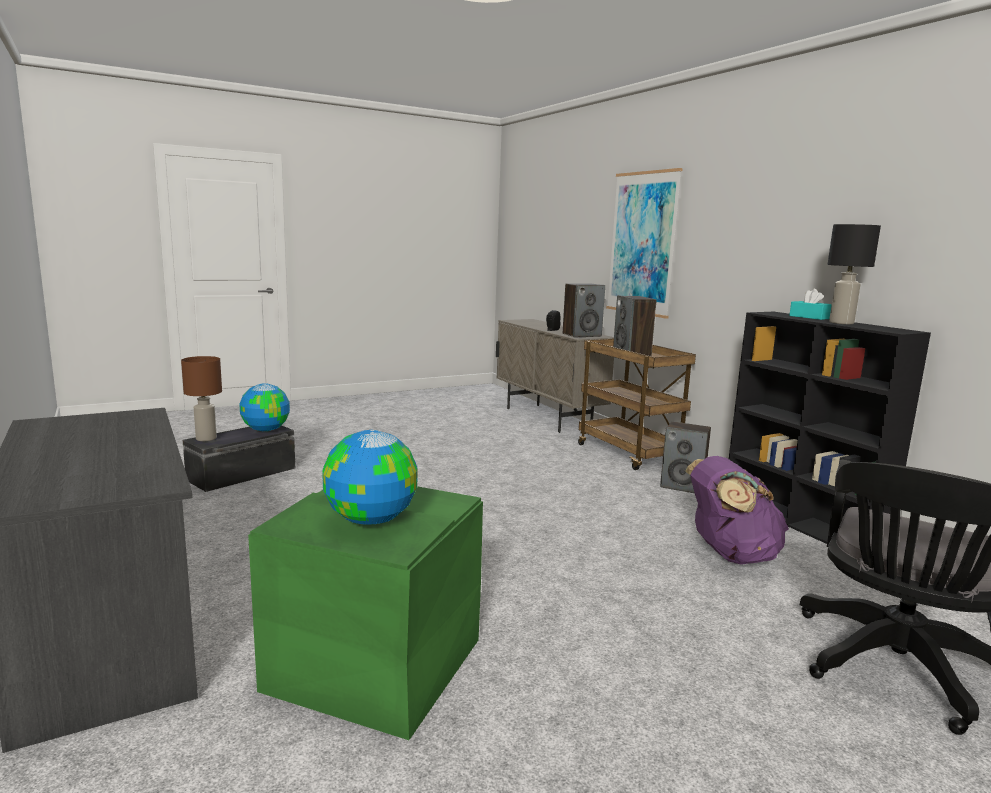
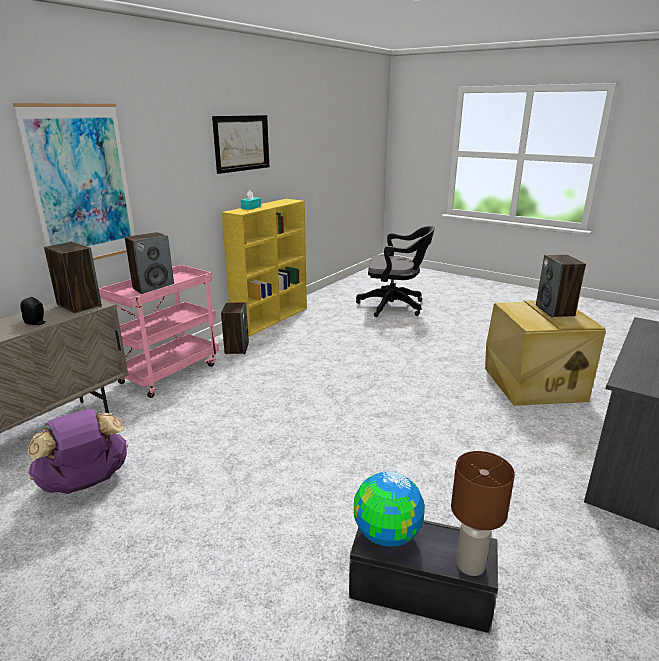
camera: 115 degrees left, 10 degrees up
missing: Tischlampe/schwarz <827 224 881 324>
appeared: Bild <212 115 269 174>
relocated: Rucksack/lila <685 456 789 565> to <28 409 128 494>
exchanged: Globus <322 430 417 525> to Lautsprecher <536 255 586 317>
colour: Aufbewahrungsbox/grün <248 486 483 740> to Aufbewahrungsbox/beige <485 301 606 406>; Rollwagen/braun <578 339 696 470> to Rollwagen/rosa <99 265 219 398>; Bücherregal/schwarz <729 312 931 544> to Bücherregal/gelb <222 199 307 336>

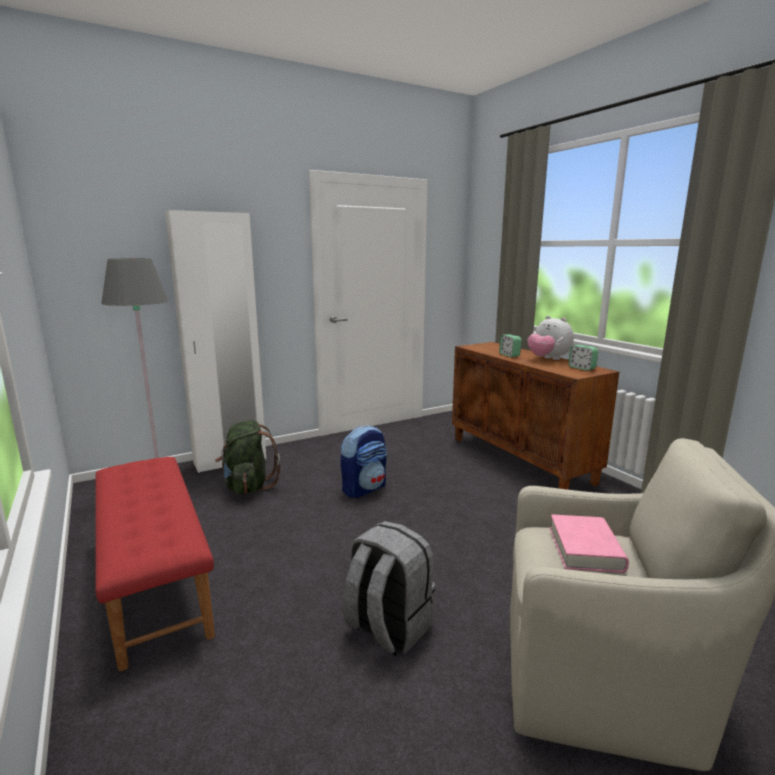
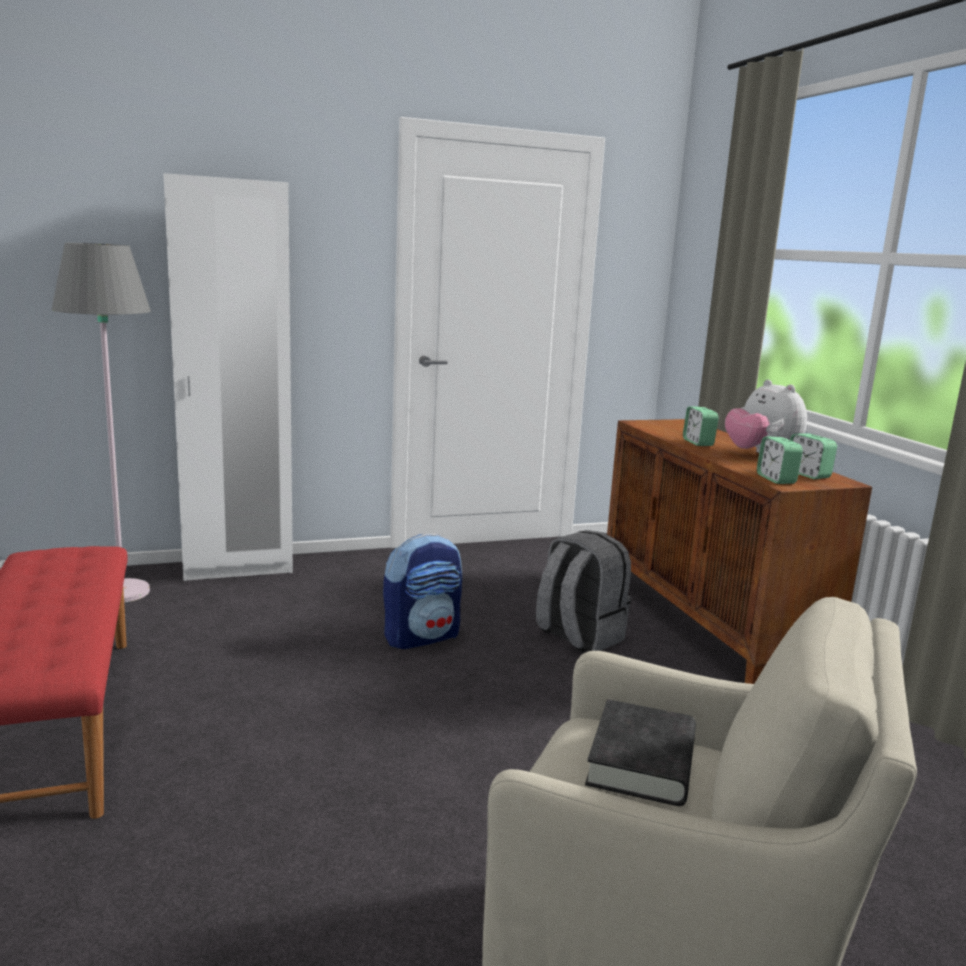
camera: 10 degrees right, 0 degrees up
missing: Rucksack/grün <215 421 280 494>
appeared: Wecker <757 437 803 484>
relocated: Rucksack/grau <343 521 435 656> to <536 530 631 653>
colour: Buch/rosa <550 514 629 573> to Buch/schwarz <585 699 696 806>

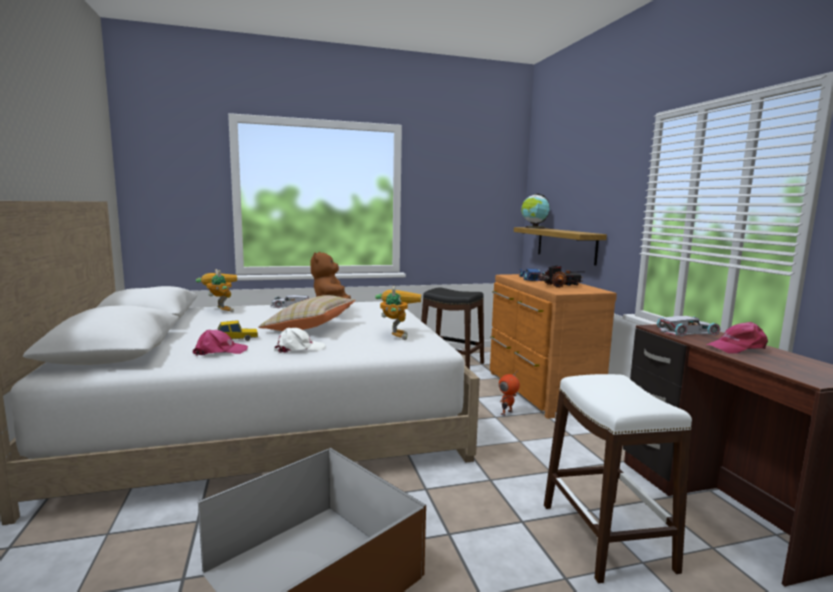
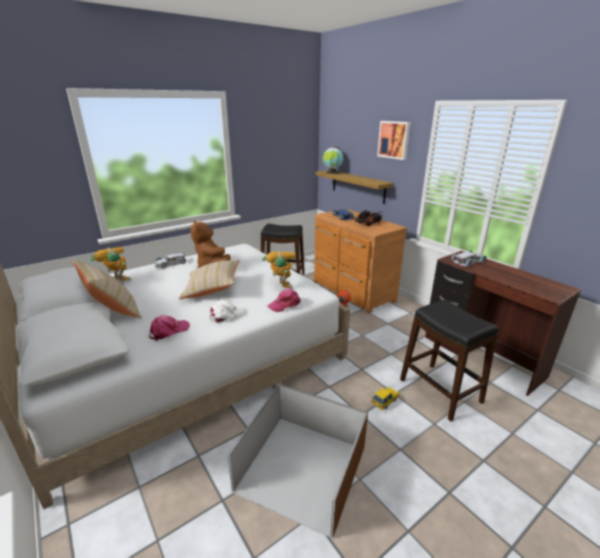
camera: 20 degrees left, 15 degrees up
appeared: Kissen/beige <72 260 141 318>; Bild <377 121 411 160>
relocated: Spielzeugauto <218 320 258 341> to <371 387 399 410>; Kappe/rosa <706 322 768 354> to <267 289 301 312>
colour: Hocker/weiß <544 374 692 583> to Hocker/schwarz <400 300 499 422>

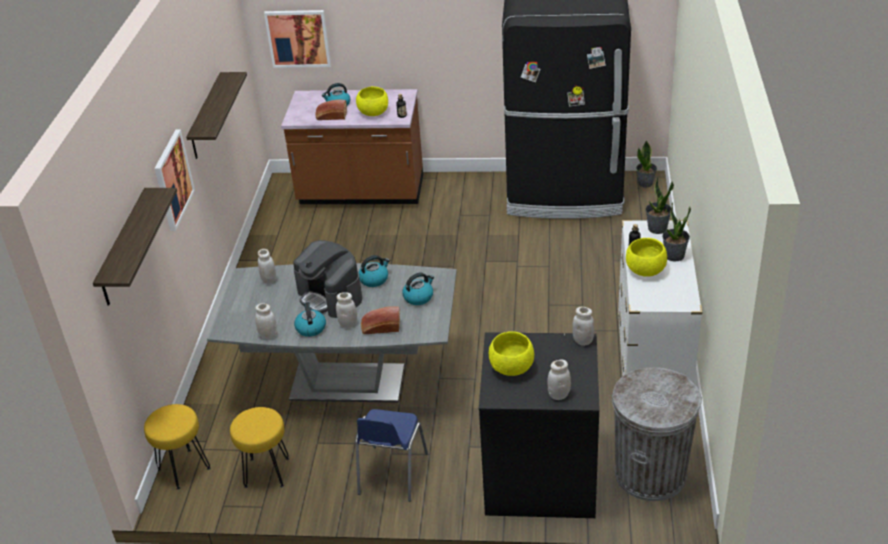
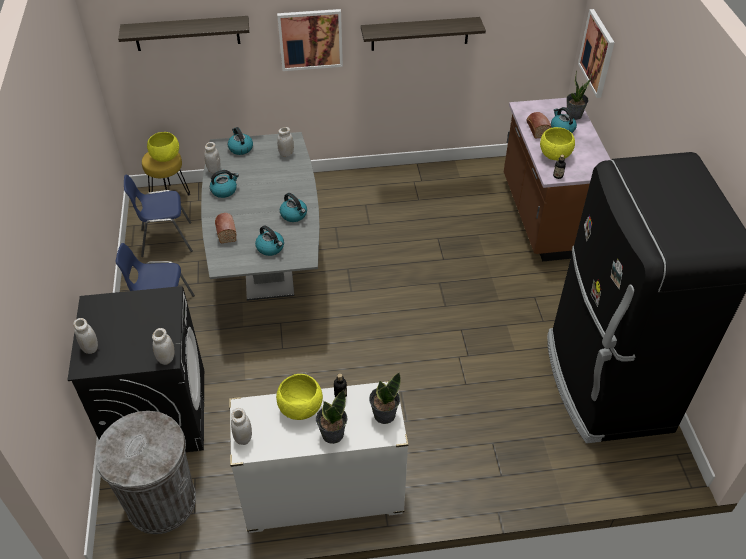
camera: 75 degrees right, 10 degrees up
missing: Kaffeemaschine <293 240 362 318>
appeared: Wasserkessel <228 127 253 155>
relocated: Vorratsglas/weiß <336 292 357 328> to <231 408 252 445>; Schüssel/gelb <489 331 534 376> to <147 132 179 162>; Topfpflanze <636 140 657 187> to <566 71 592 120>
exchanged: Hocker/gelb <230 407 289 488> to Stuhl/blau <124 174 193 257>

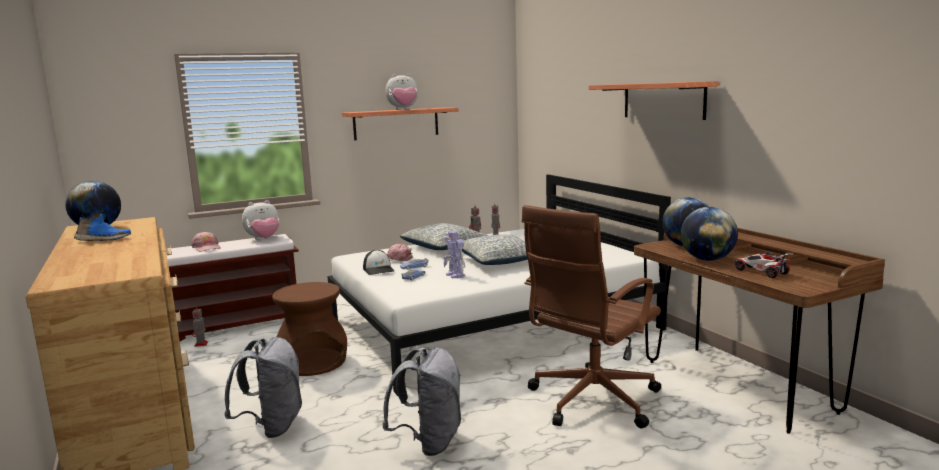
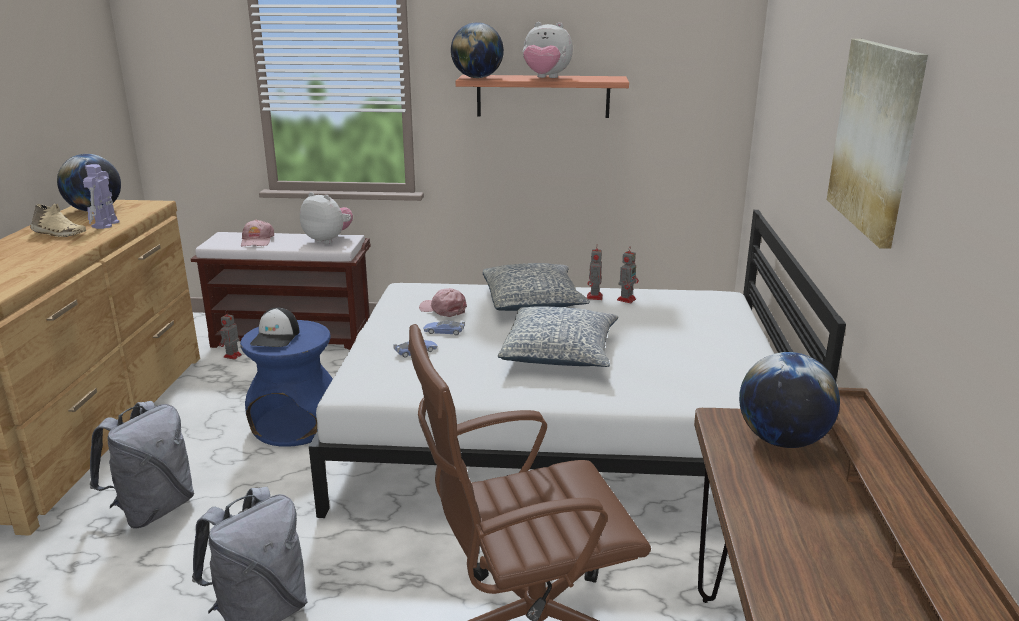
camera: 30 degrees right, 10 degrees up
missing: Spielzeugauto <734 252 794 278>
relocated: Kappe <363 250 394 275> to <250 308 300 347>; Spielzeugroboter <444 231 465 278> to <83 164 120 229>; Globus <681 207 738 261> to <451 22 504 78>
exchanged: Wandregal <589 81 719 120> to Bild <827 39 928 249>
colour: Schuh/blau <74 214 131 241> to Schuh/beige <30 204 86 237>; Hocker/braun <272 282 347 376> to Hocker/blau <240 320 333 447>
spun: Plüschtier <242 200 279 240> = <300 192 353 244> 150 degrees counterclockwise

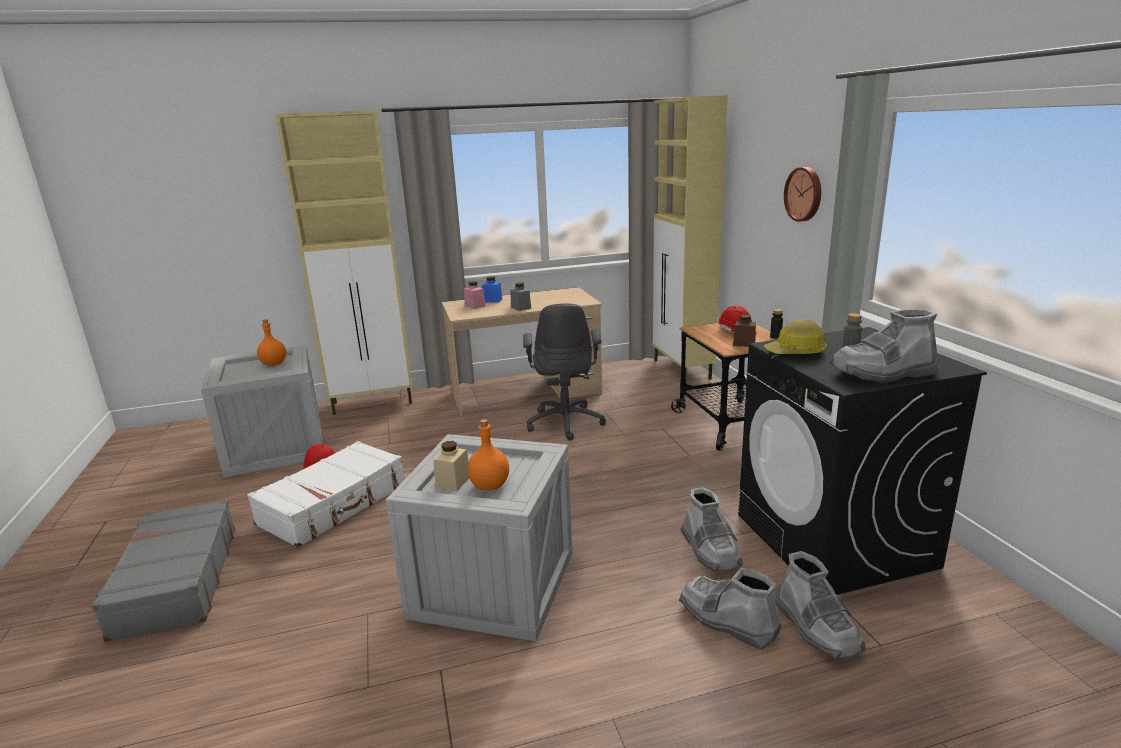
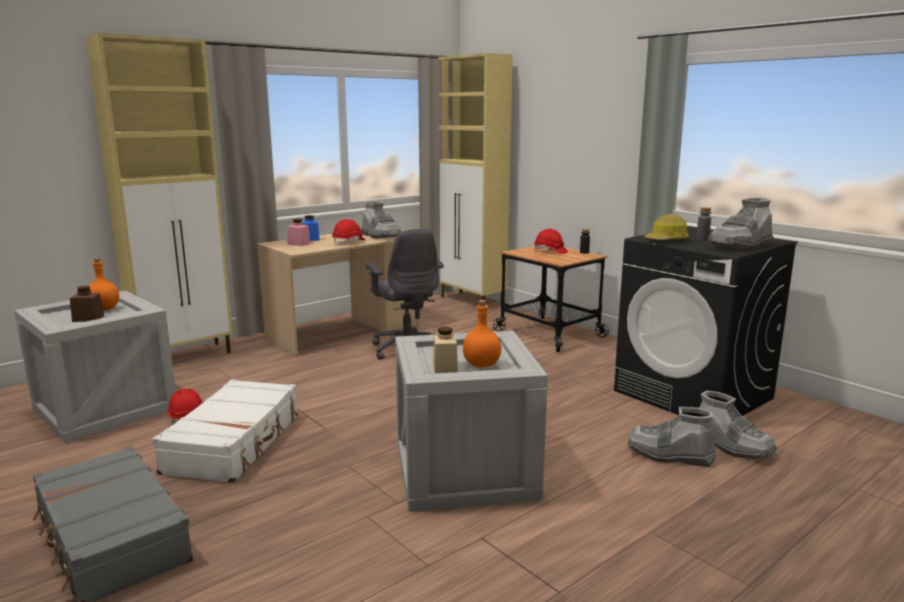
camera: 25 degrees left, 5 degrees down
missing: Wanduhr <784 167 821 222>
relocated: Stiefel/grau <680 487 743 571> to <360 201 401 239>; Vorratsglas/braun <733 315 756 347> to <70 286 104 322>
exchanged: Vorratsglas/grau <511 282 531 311> to Schutzhelm/rot <332 219 365 246>

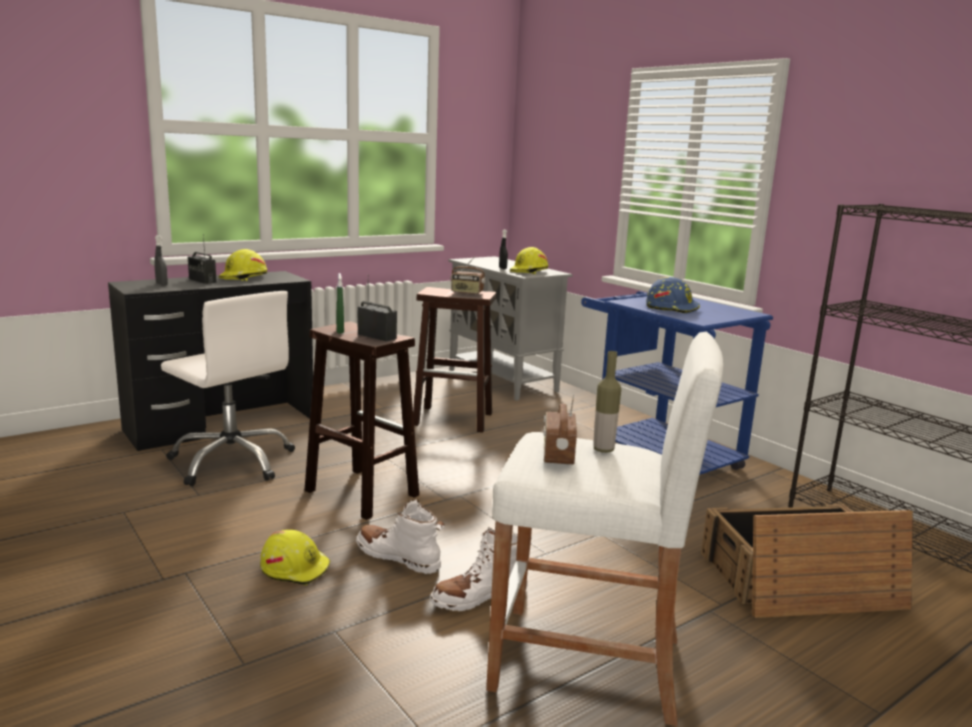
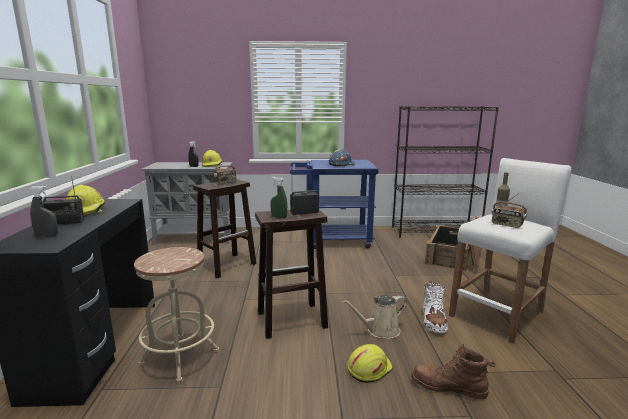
camera: 55 degrees left, 0 degrees up
appeared: Stiefel/braun <411 344 495 400>
exchanged: Bürostuhl/weiß <161 291 295 486> to Hocker/beige <134 247 219 382>; Stiefel/weiß <356 499 445 574> to Gießkanne/beige <342 295 408 339>

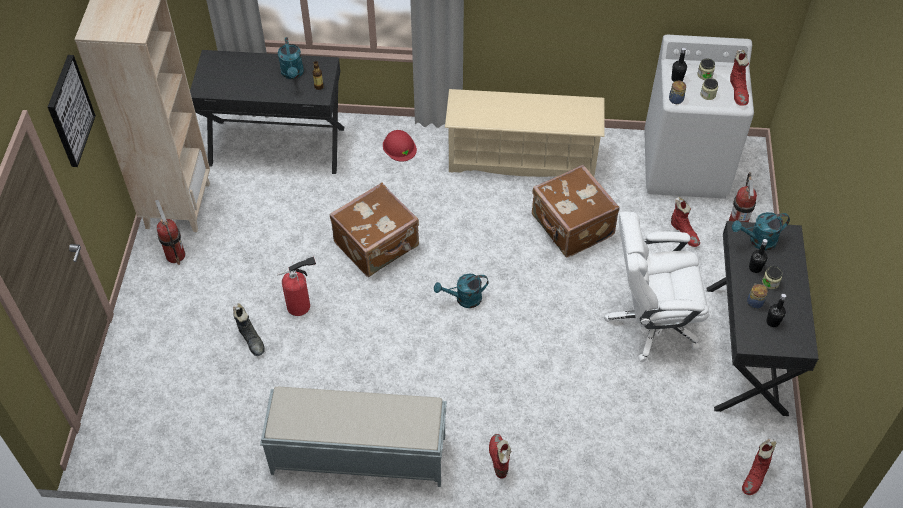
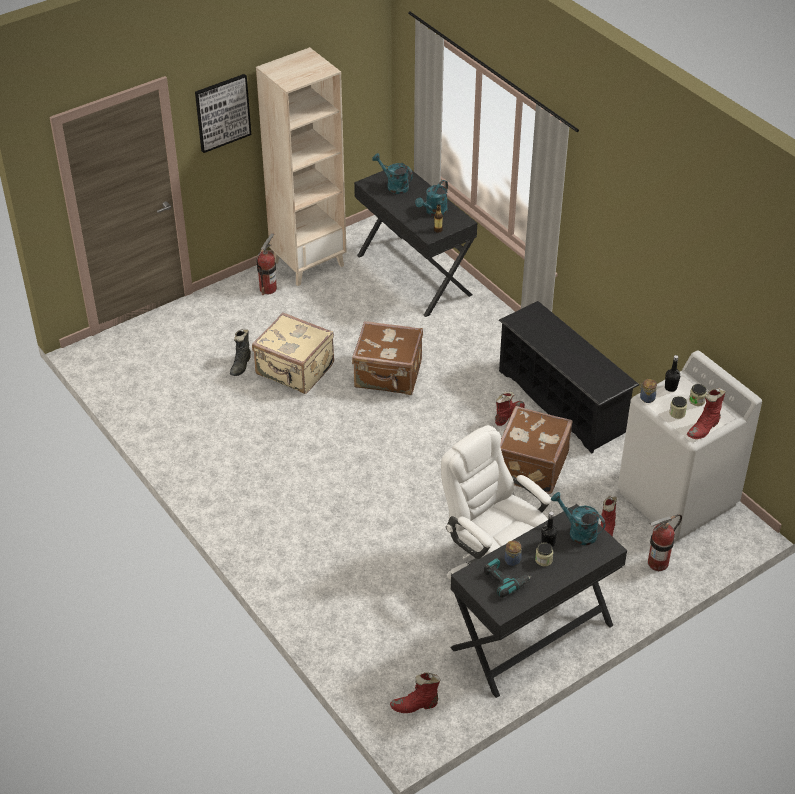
camera: 50 degrees right, 10 degrees down
missing: Bank/grau <260 386 447 487>; Schutzhelm/rot <383 130 417 162>
relocated: Gießkanne/türkis <434 274 489 308> to <372 153 413 194>; Stiefel/rot <489 434 511 479> to <495 391 525 426>
exchanged: Feuerlöscher <277 256 316 316> to Koffer/beige <252 312 334 394>; Flasche/schwarz <766 294 786 327> to Bohrmaschine <484 558 532 598>
colour: Schuhregal/beige <445 89 605 177> to Schuhregal/schwarz <499 301 639 453>

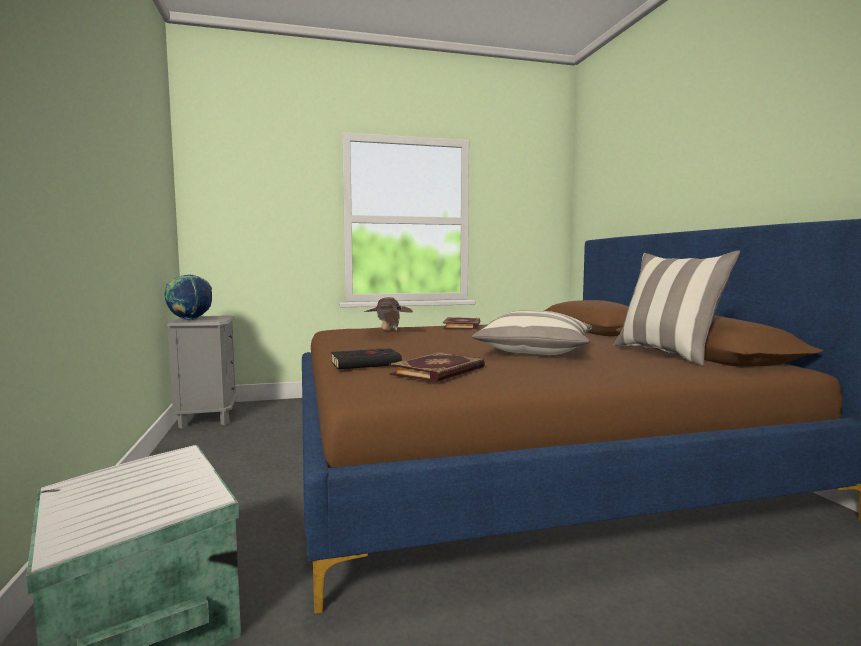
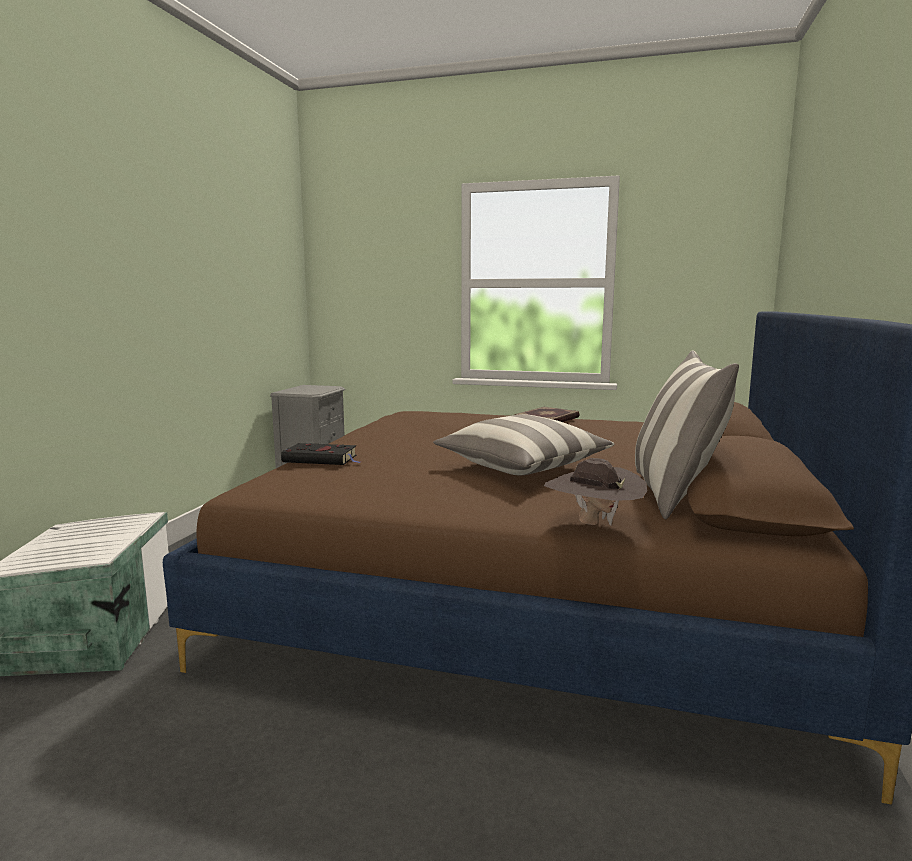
camera: 30 degrees right, 5 degrees up
missing: Globus <164 274 212 320>; Buch <389 352 485 382>
relocated: Hut/braun <365 297 413 331> to <544 458 647 526>

